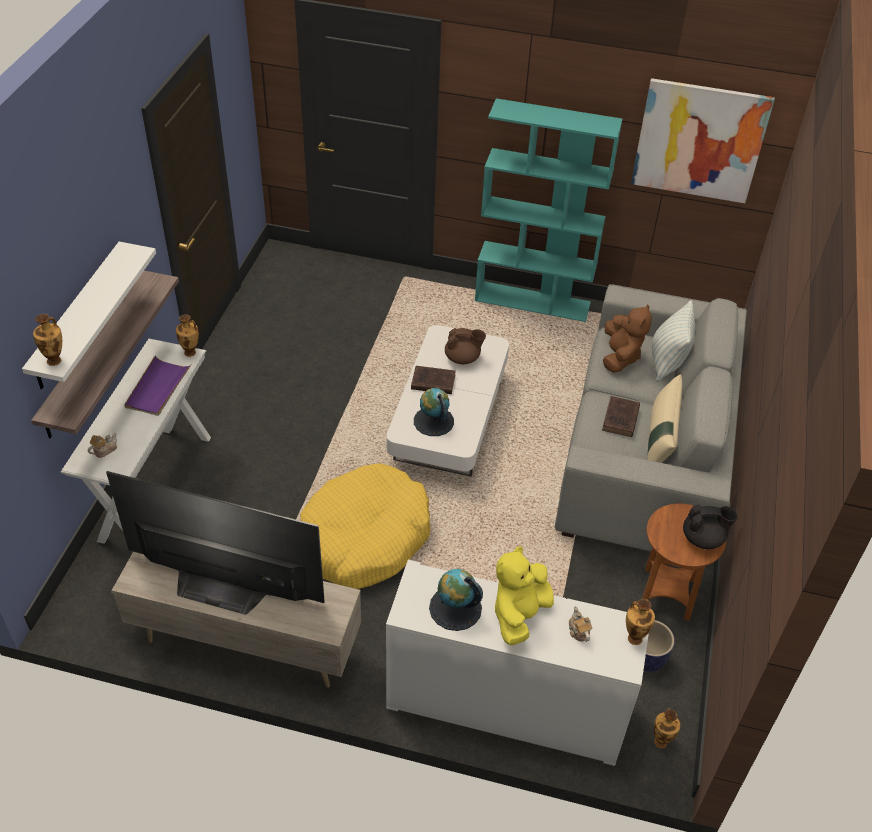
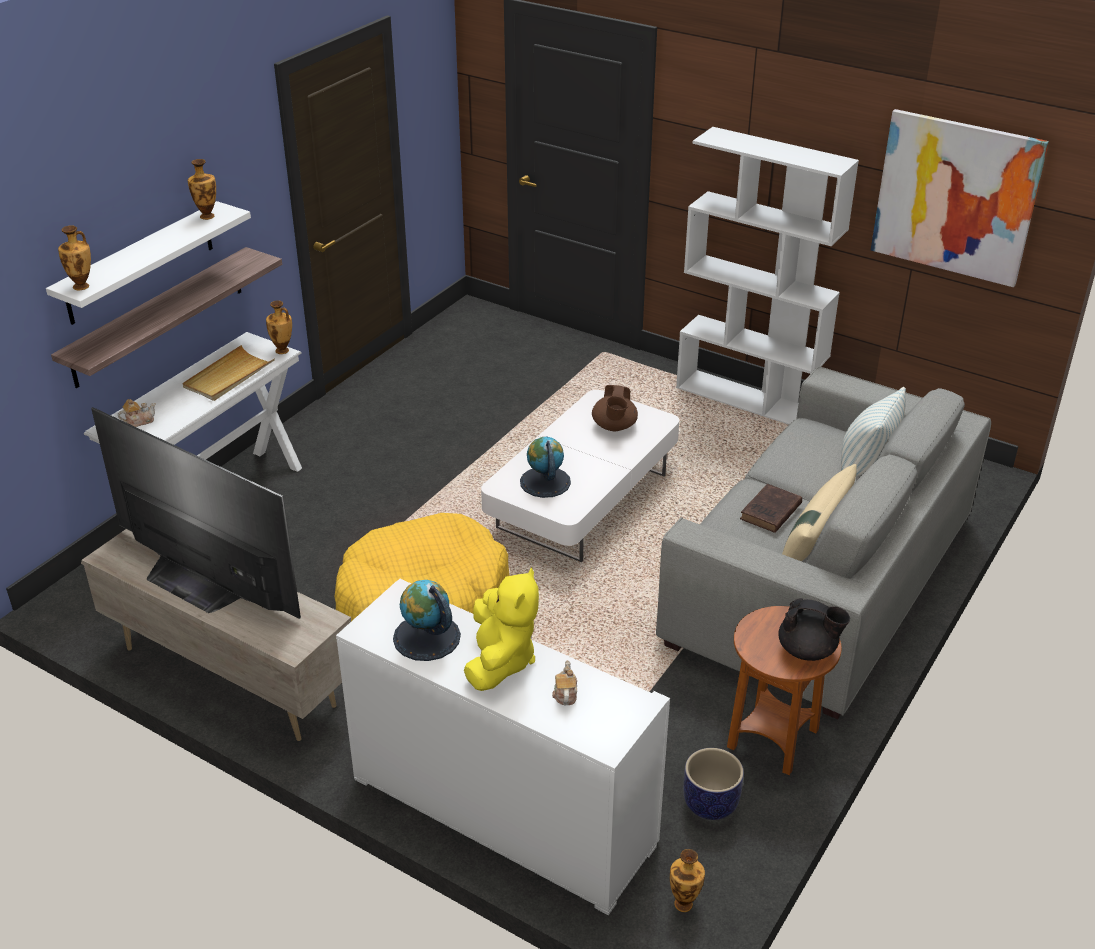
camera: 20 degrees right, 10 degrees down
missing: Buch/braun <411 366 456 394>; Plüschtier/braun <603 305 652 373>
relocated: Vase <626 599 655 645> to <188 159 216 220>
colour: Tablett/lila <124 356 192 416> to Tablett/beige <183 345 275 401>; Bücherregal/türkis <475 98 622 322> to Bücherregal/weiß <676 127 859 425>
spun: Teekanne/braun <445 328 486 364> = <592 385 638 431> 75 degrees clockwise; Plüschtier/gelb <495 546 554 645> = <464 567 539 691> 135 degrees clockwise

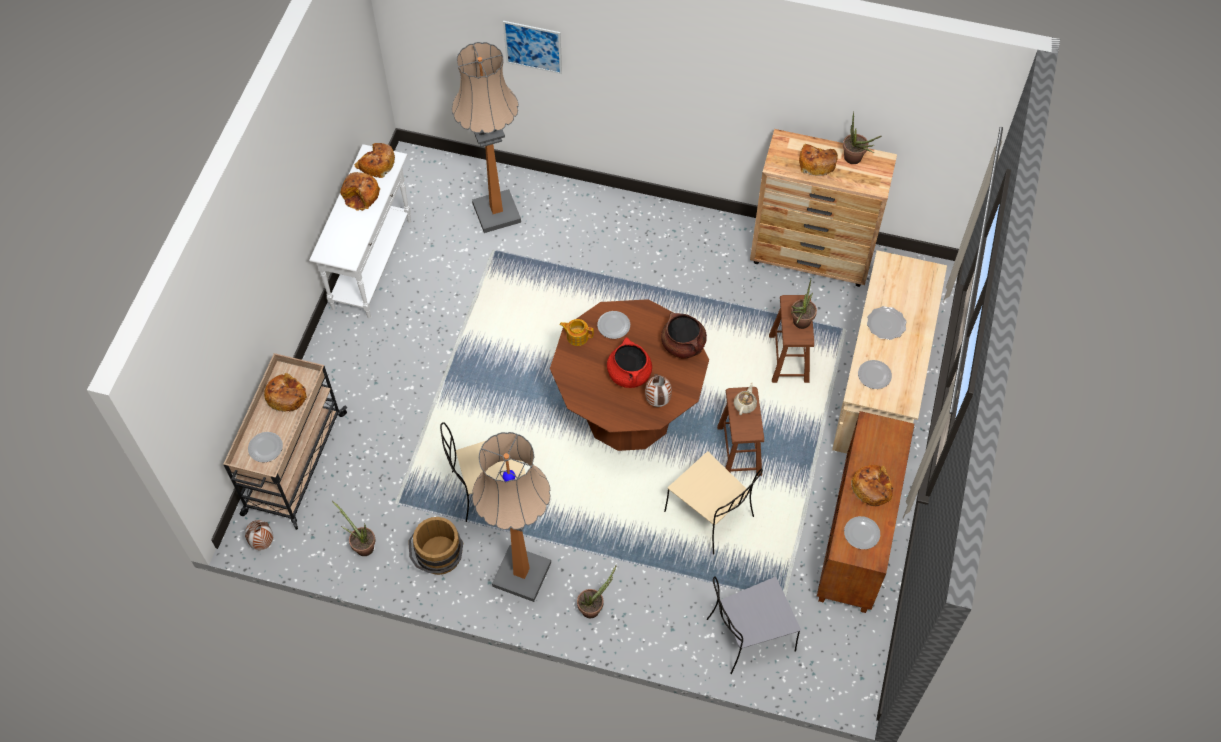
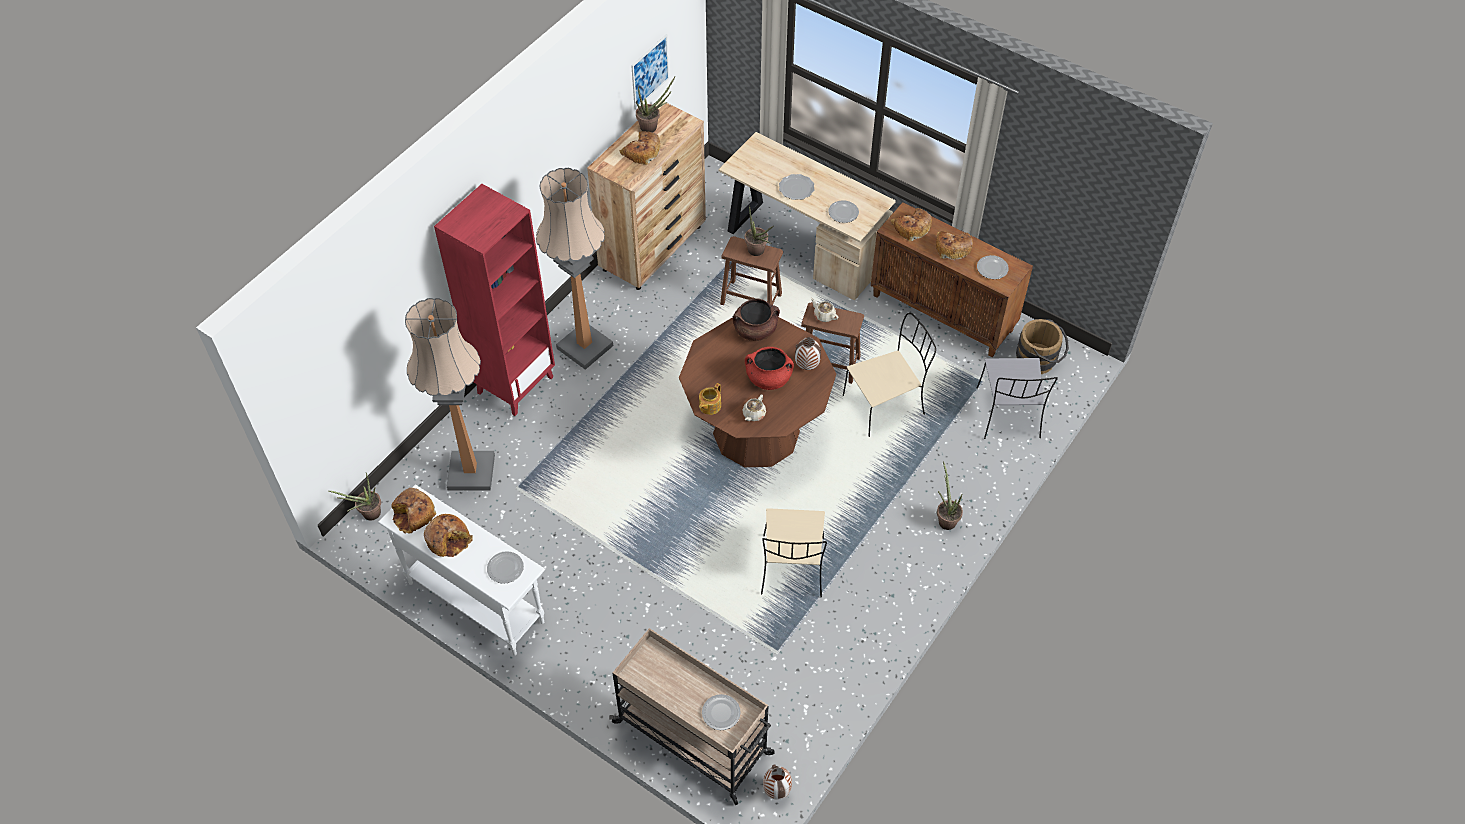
camera: 70 degrees left, 5 degrees down
appeared: Bücherregal/rot <434 184 555 416>; Teekanne/beige <742 394 766 421>
relocated: Brot <264 373 307 413> to <891 208 932 241>; Topfpflanze <332 501 375 556> to <329 473 381 521>; Eimer/braun <408 517 463 575> to <1016 319 1069 374>; Stehlampe <472 432 551 602> to <536 168 613 370>; Bild <503 21 562 74> to <631 34 669 110>; Teller <597 311 630 339> to <487 551 524 584>

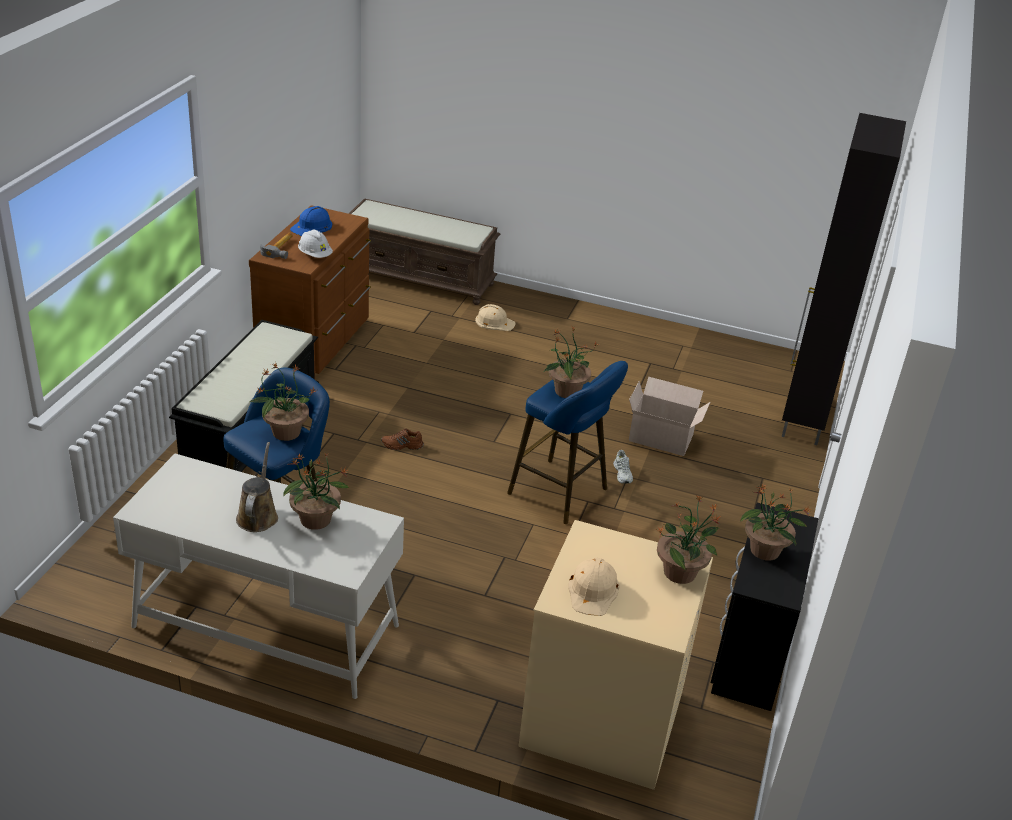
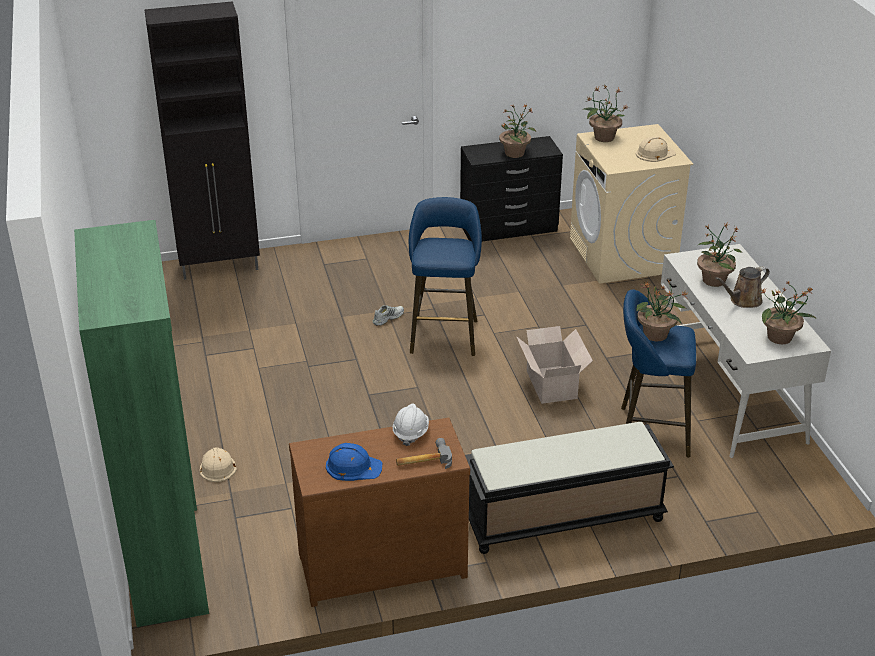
camera: 120 degrees left, 0 degrees up
missing: Schuh/braun <381 429 424 450>
relocated: Topfpflanze <544 326 599 398> to <759 281 816 344>; Karton <629 377 710 456> to <516 326 593 404>
exchanged: Bank/braun <349 198 500 305> to Bücherregal/grün <74 220 209 627>

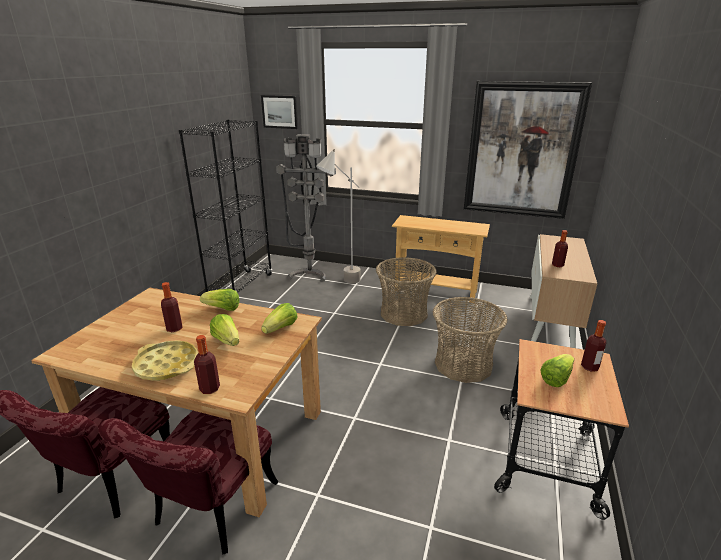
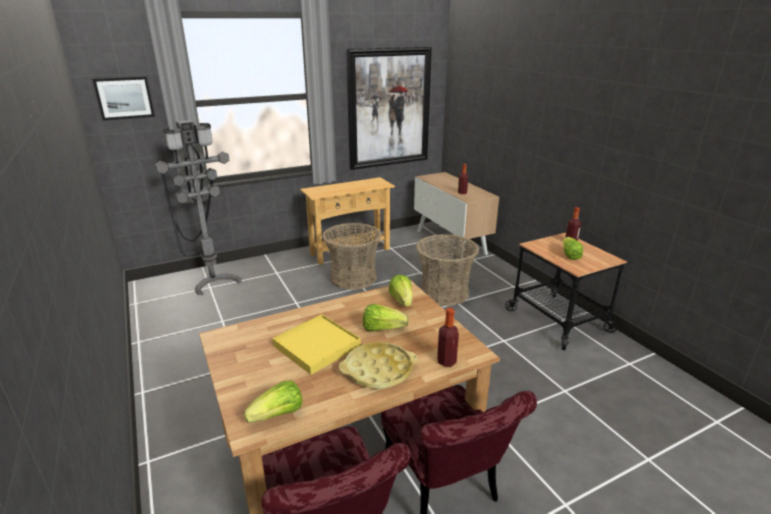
camera: 45 degrees left, 0 degrees up
missing: Bücherregal/schwarz <179 119 272 293>; Stehlampe/grau <316 149 361 284>
relocated: Salatkopf <200 289 240 311> to <244 380 302 423>
exchanged: Flasche <161 282 183 332> to Tablett/gelb <272 314 361 375>

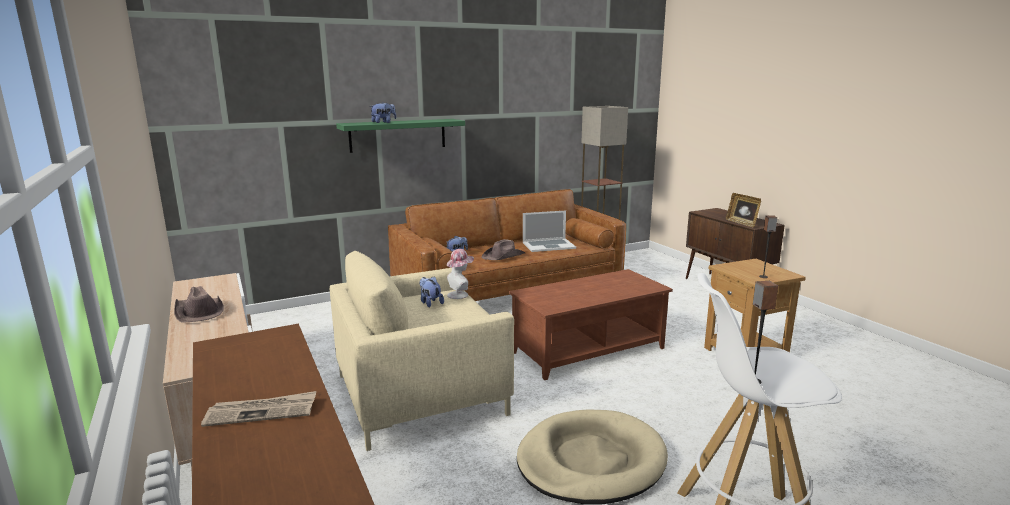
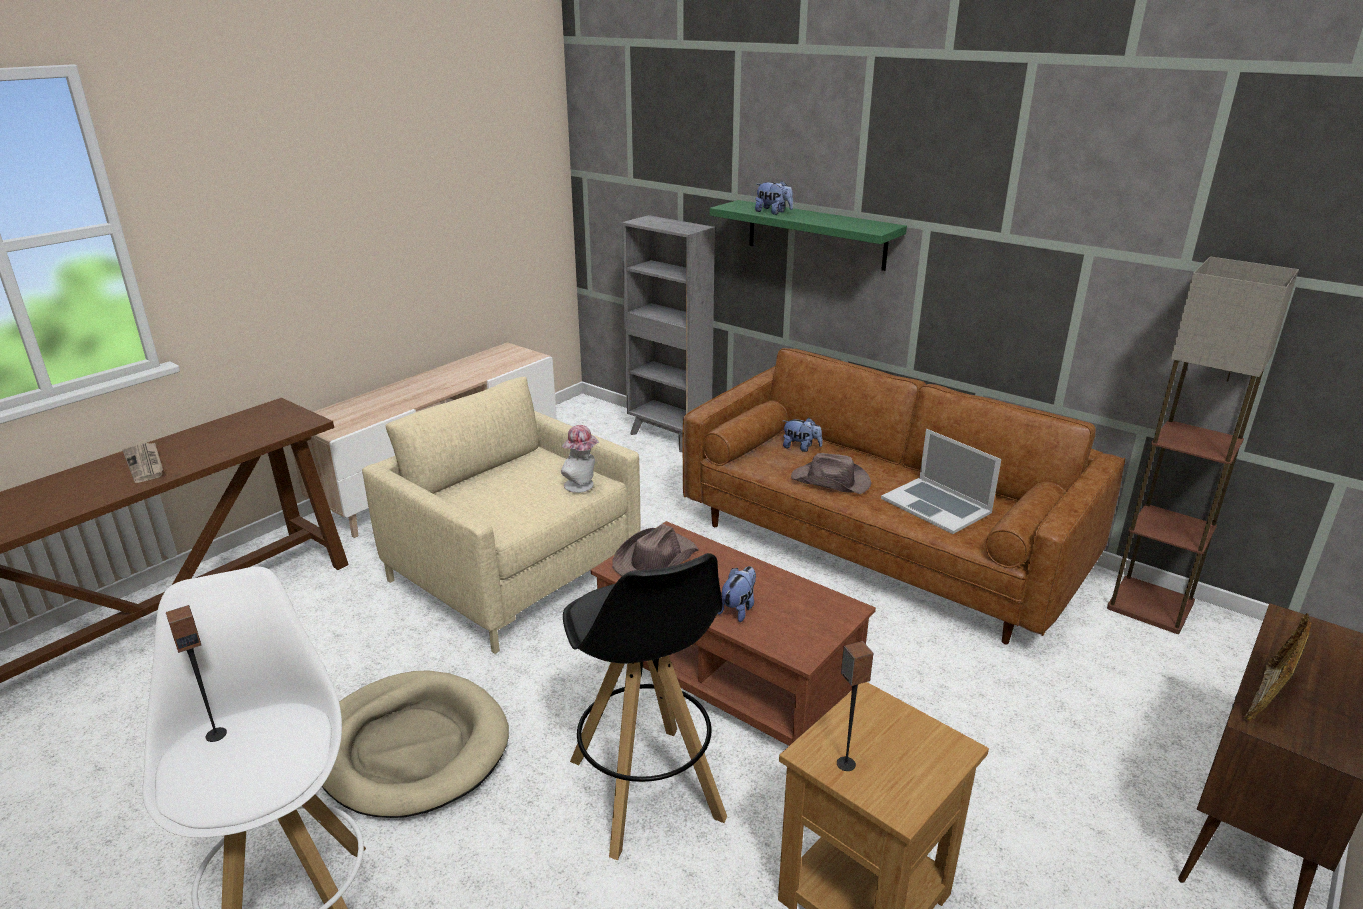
camera: 65 degrees right, 10 degrees up
appeared: Hocker/schwarz <563 553 727 861>; Bücherregal/grau <621 215 715 452>
relocated: Hut/braun <174 286 224 322> to <612 524 699 576>; Plüschtier <419 276 444 307> to <718 566 756 622>

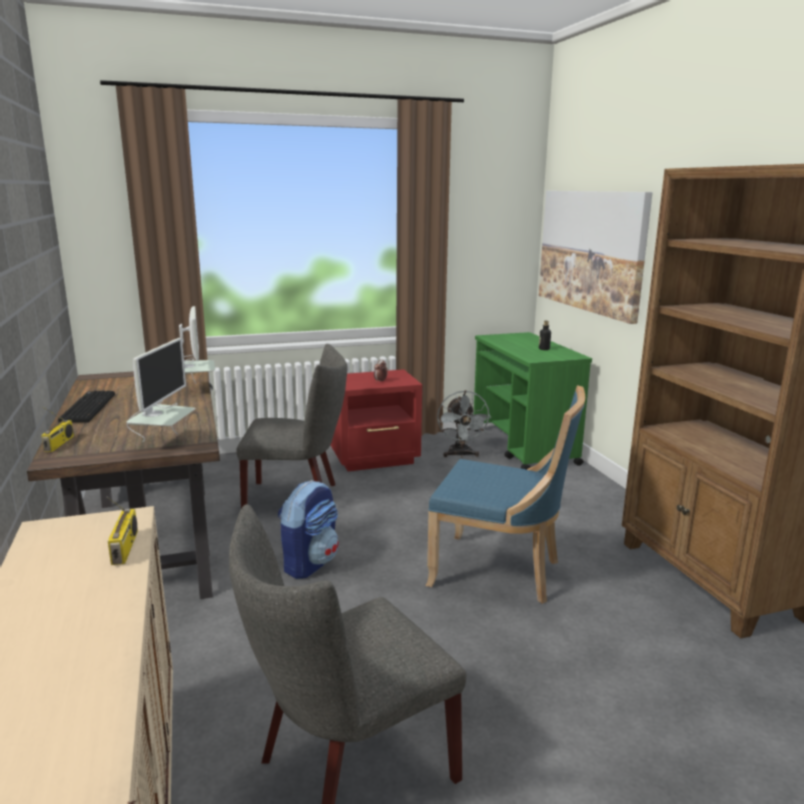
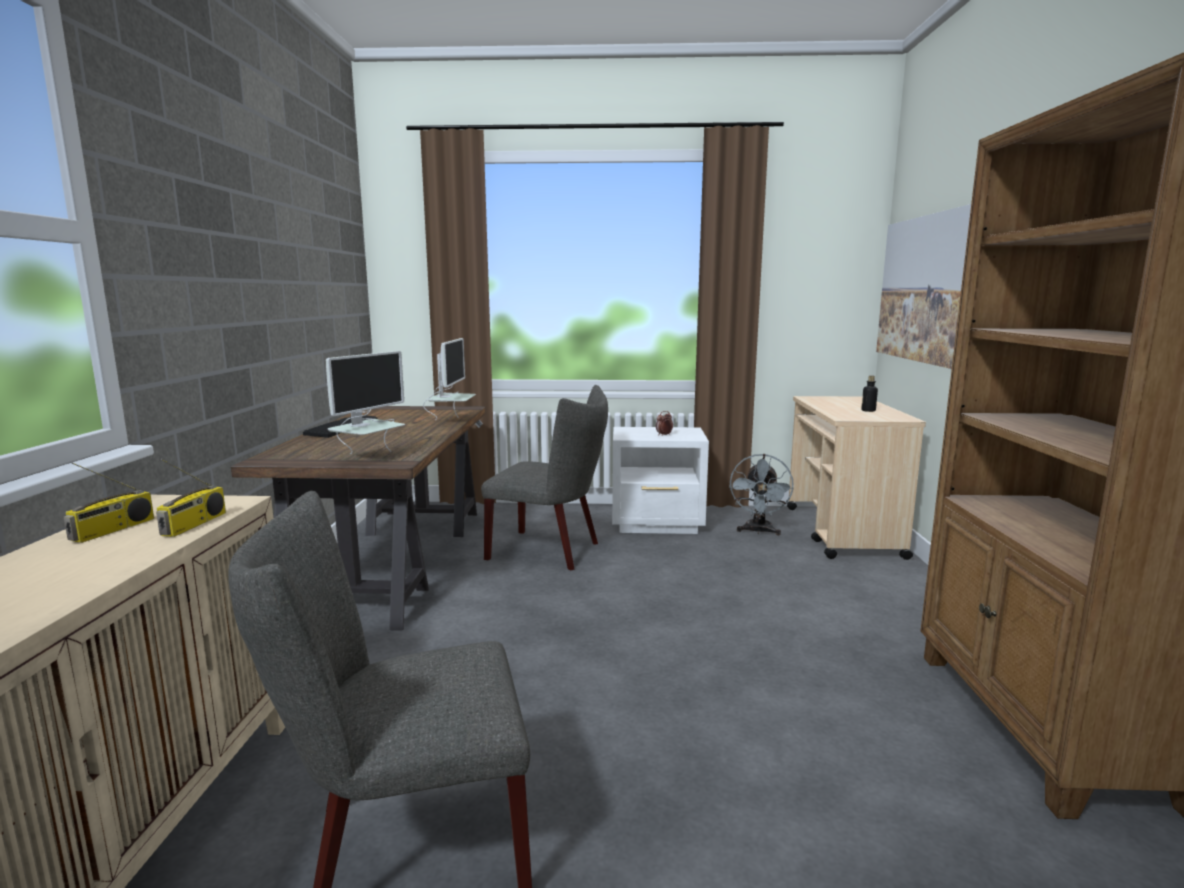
camera: 20 degrees right, 5 degrees down
missing: Rucksack <278 480 339 579>; Stuhl/blau <426 385 585 604>
relocated: Radio <41 406 74 452> to <64 463 154 543>
colour: Nachttisch/rot <331 369 422 471> to Nachttisch/weiß <612 427 709 534>; Rollwagen/grün <473 332 592 470> to Rollwagen/beige <787 396 926 560>

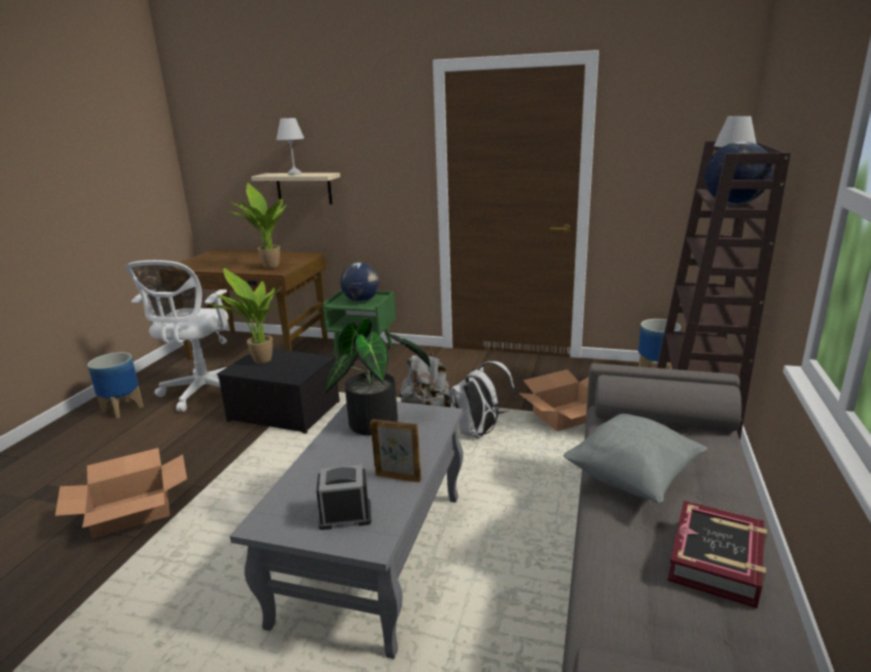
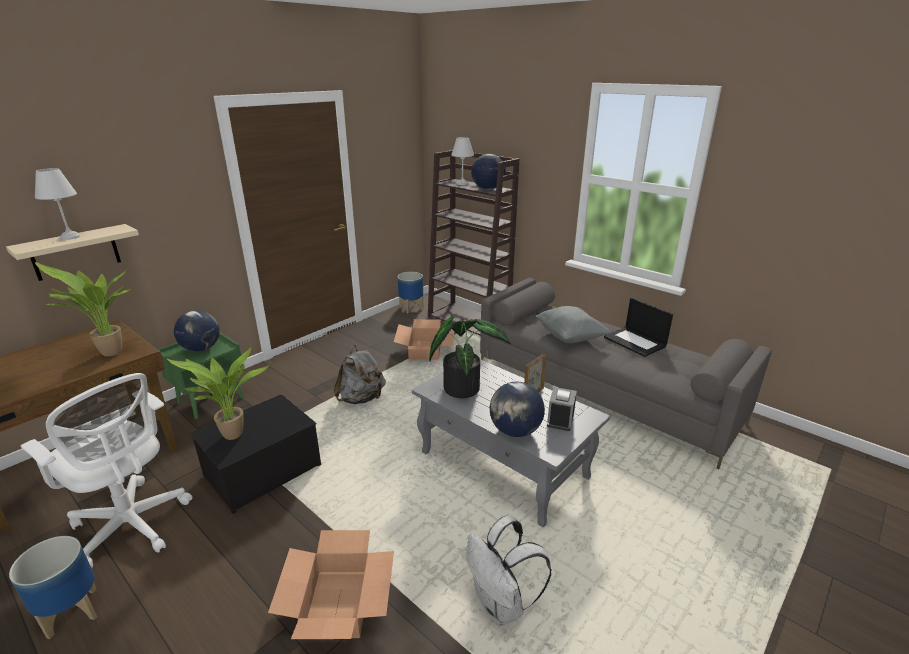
camera: 65 degrees left, 5 degrees up
appeared: Globus <490 382 545 437>
relocated: Rucksack/weiß <450 361 516 438> to <466 516 552 625>
exchanged: Buch <668 501 767 608> to Laptop <604 298 673 357>

